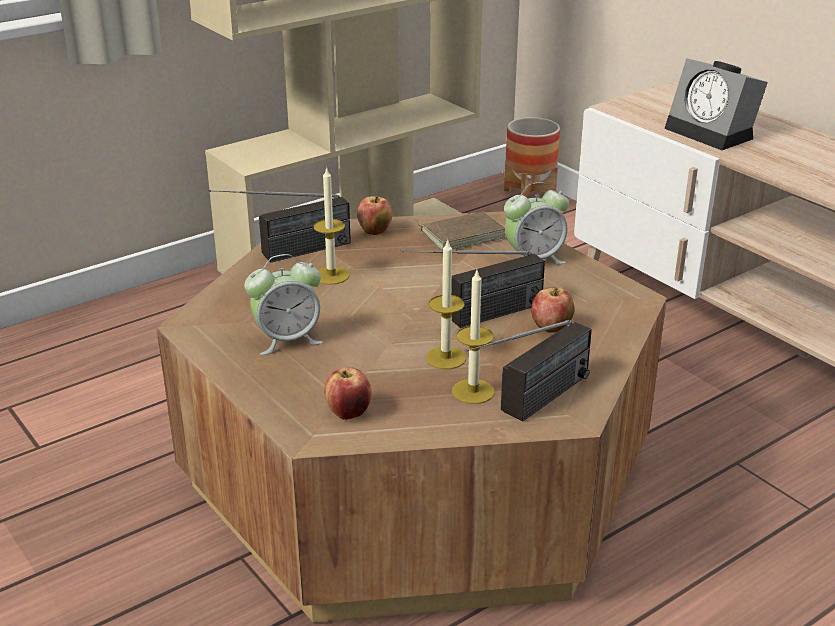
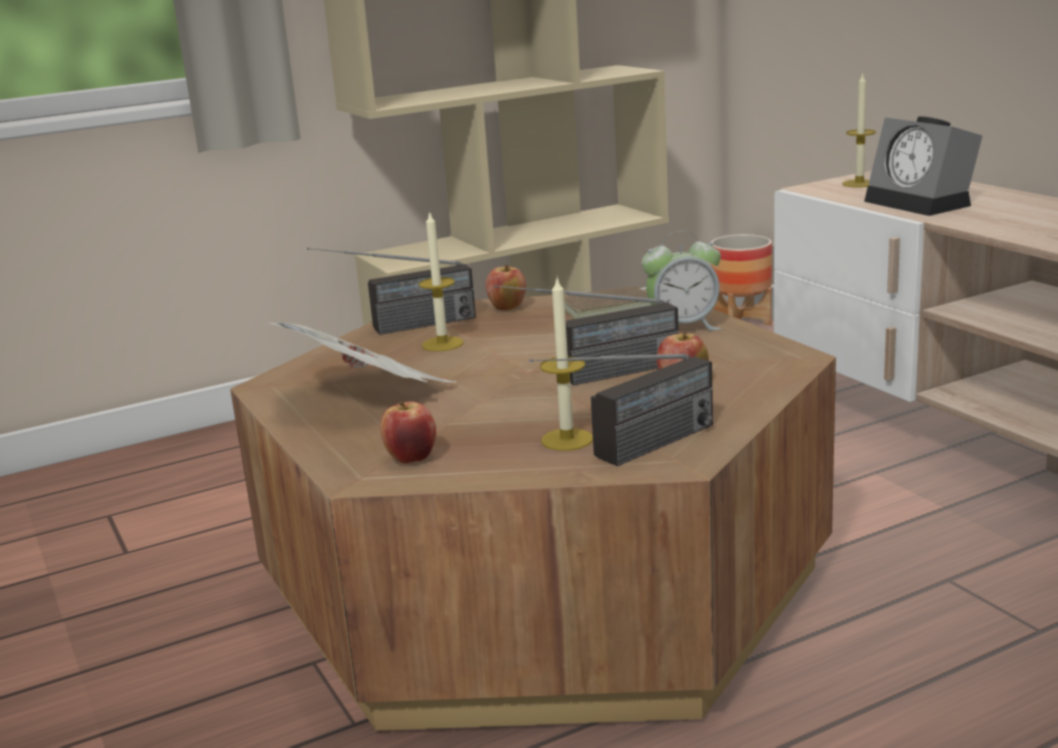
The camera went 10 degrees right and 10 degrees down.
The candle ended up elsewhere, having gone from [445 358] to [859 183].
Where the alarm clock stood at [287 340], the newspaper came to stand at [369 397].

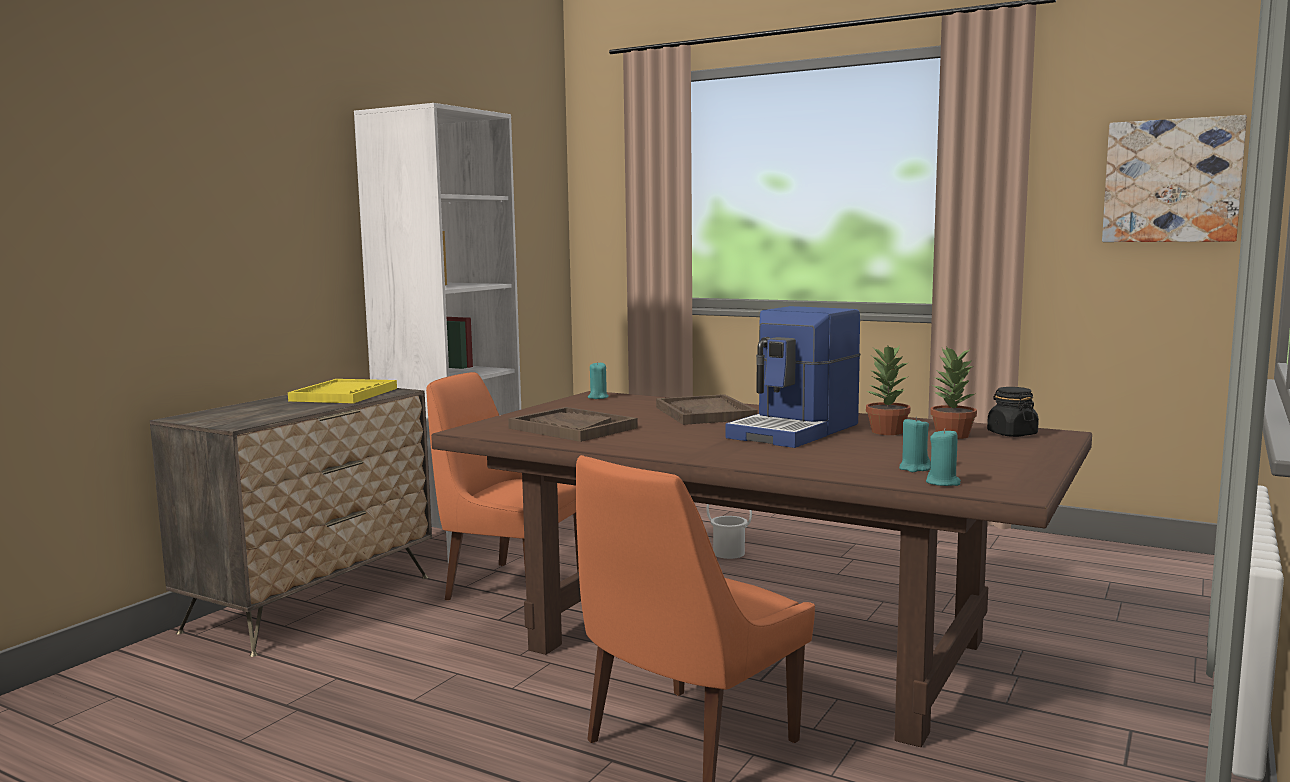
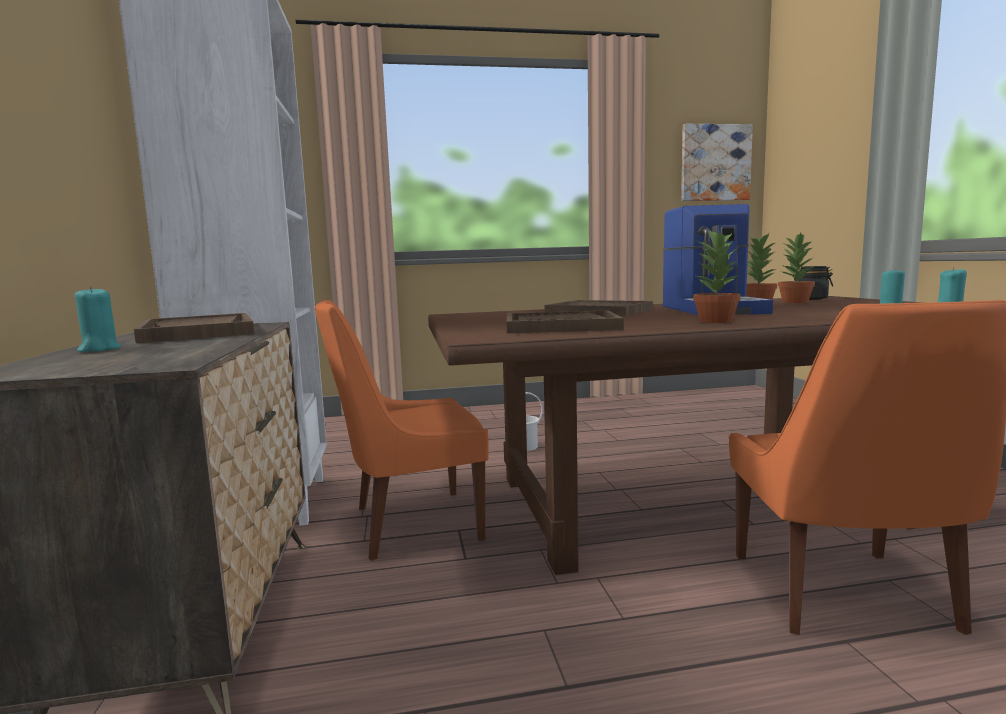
The camera went 40 degrees left and 0 degrees up.
The turquoise candle ended up elsewhere, having gone from [598 397] to [99 349].
What was the yellow tray at [344 394] turned into the brown tray at [198 332].
The second view gained the potted plant at [716 321].

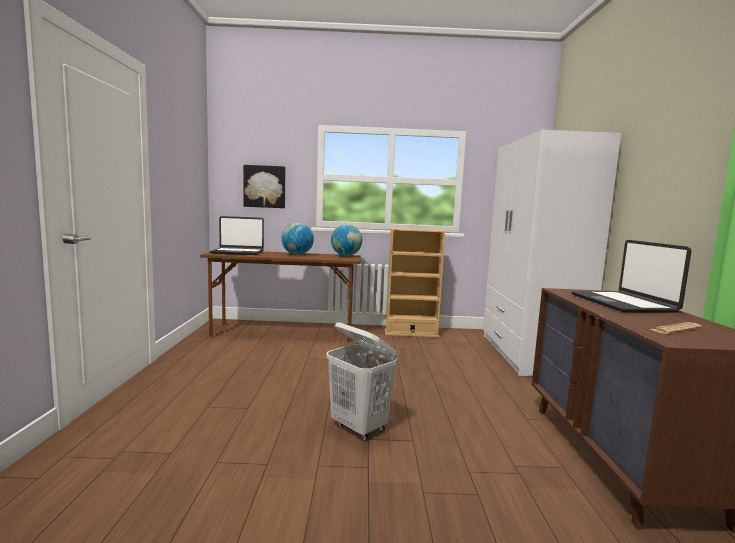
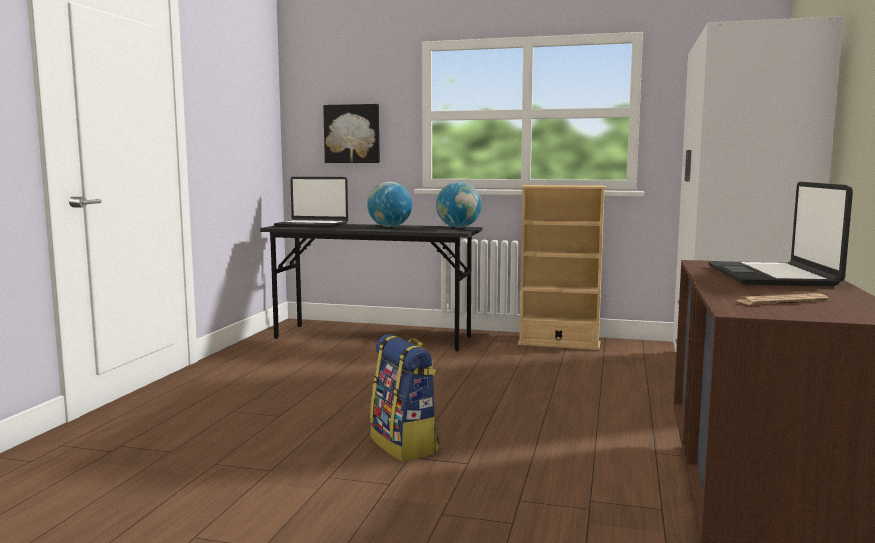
The camera went 15 degrees right and 0 degrees up.
What was the brown desk at [284 333] turned into the grey desk at [373 337].
Where the white laundry basket stood at [359 428], the backpack came to stand at [405 445].

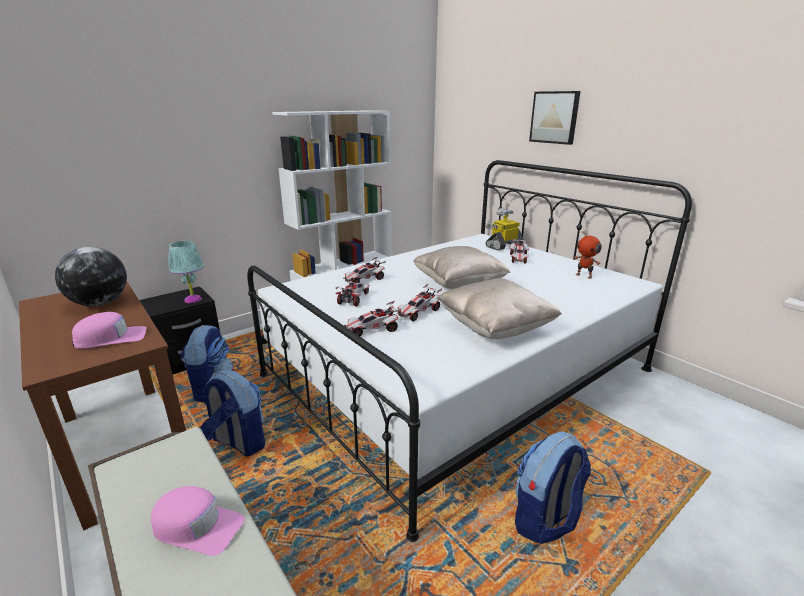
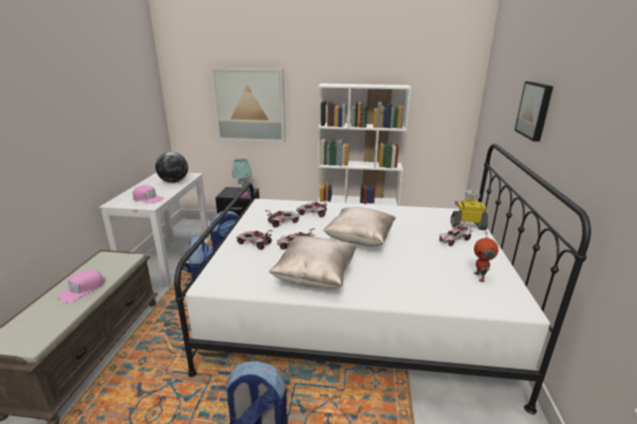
The camera went 45 degrees right and 0 degrees up.
What was the brown desk at [125 445] turned into the white desk at [169 257].
The pink cap at [197 526] ended up facing another way, 60 degrees clockwise from before.
The second view gained the picture at [249 105].

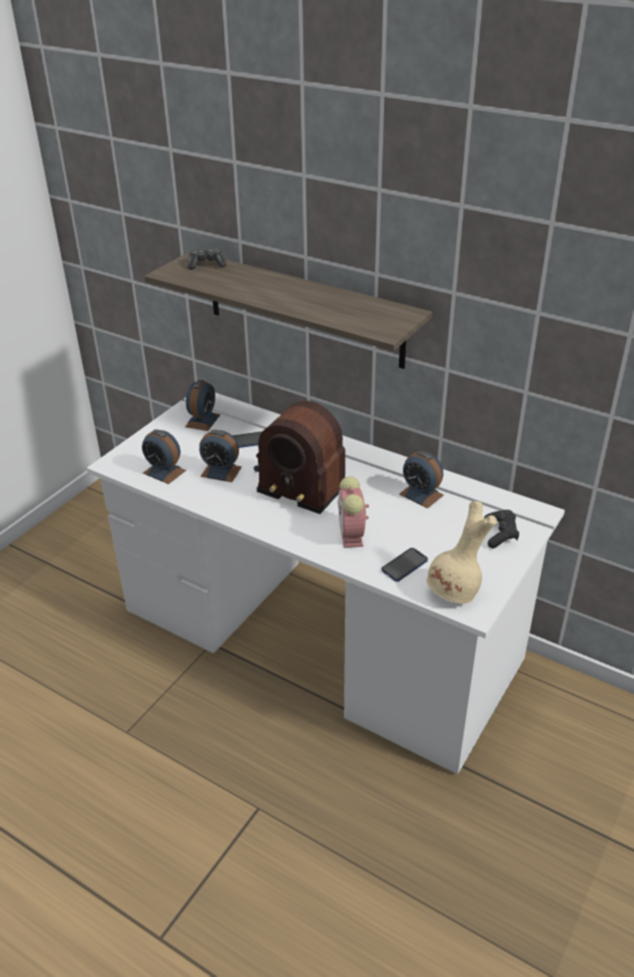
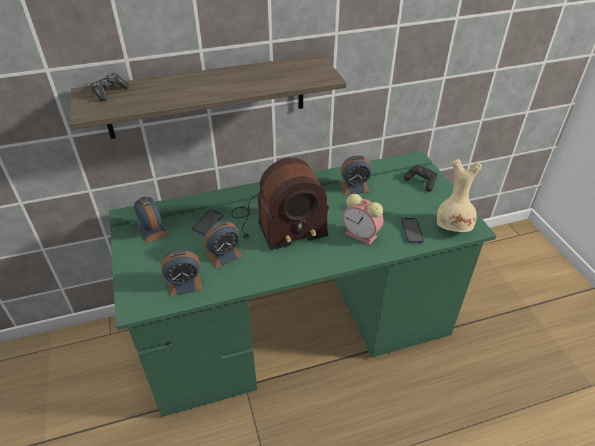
The camera went 50 degrees left and 5 degrees up.
What was the white desk at [319 635] turned into the green desk at [297 325].

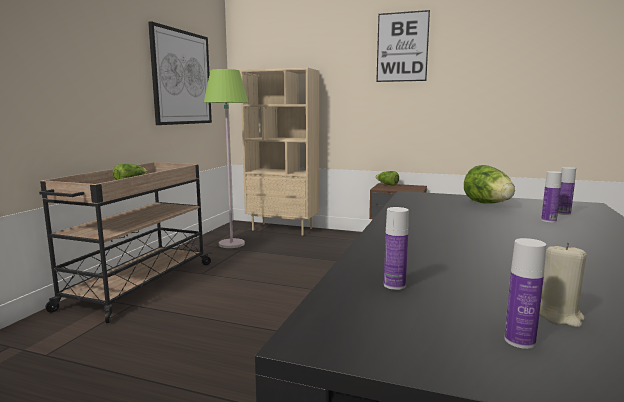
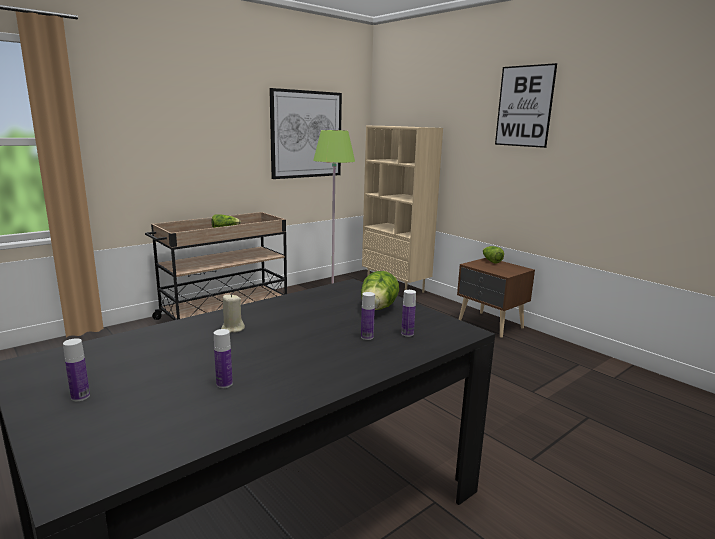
The camera went 30 degrees right and 5 degrees up.
The bottle ended up elsewhere, having gone from [394 285] to [224 384].
The beige candle ended up elsewhere, having gone from [559 316] to [232 329].

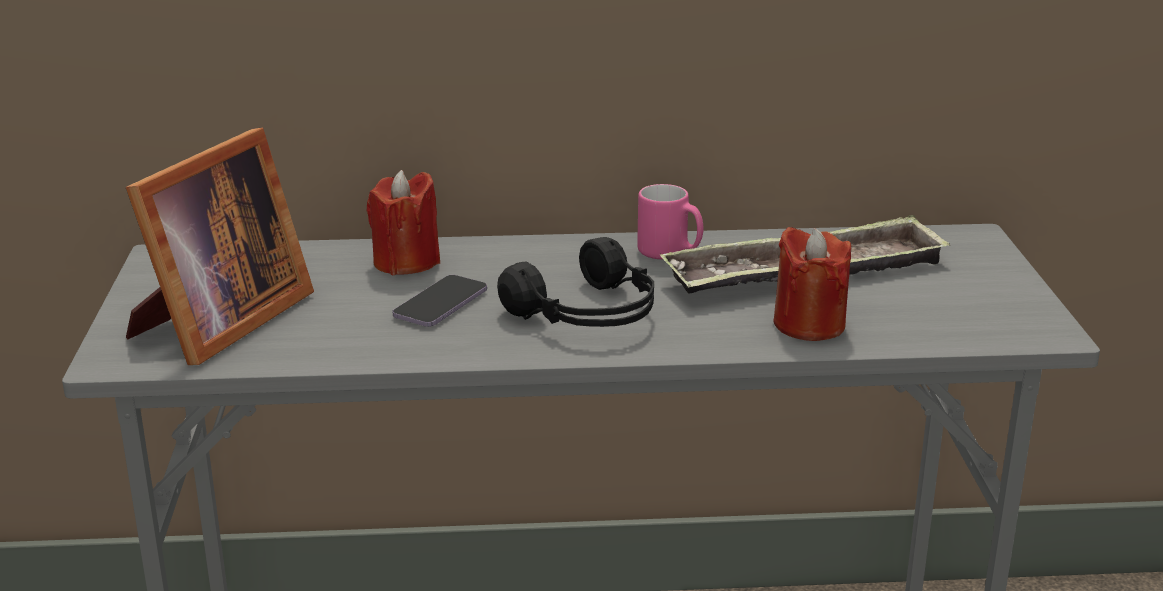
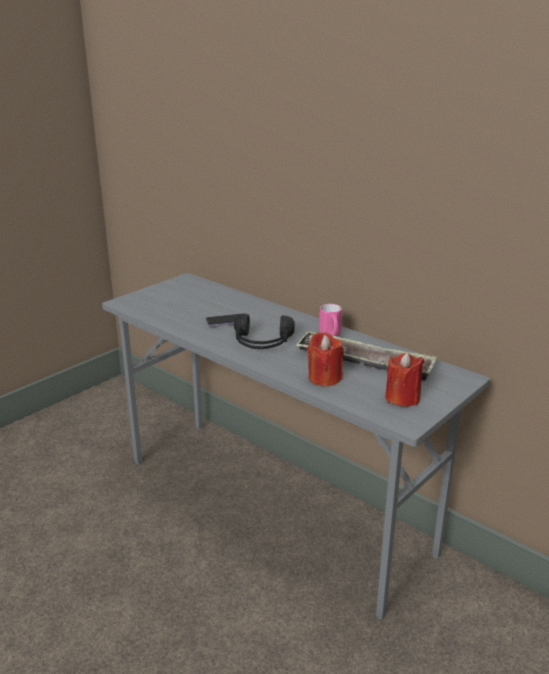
The camera went 45 degrees right and 0 degrees up.
The second view lost the picture frame at [218 323].
The red candle ended up elsewhere, having gone from [406 262] to [402 398].

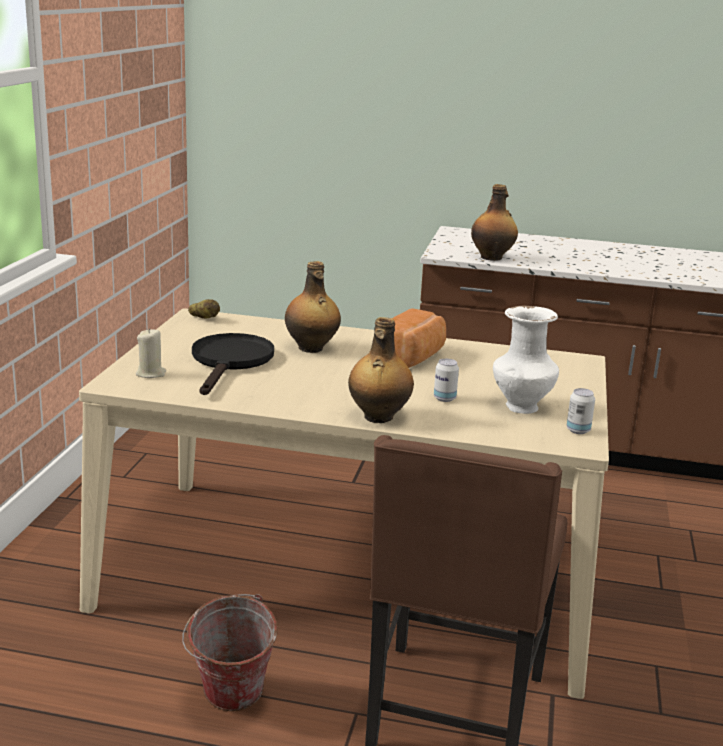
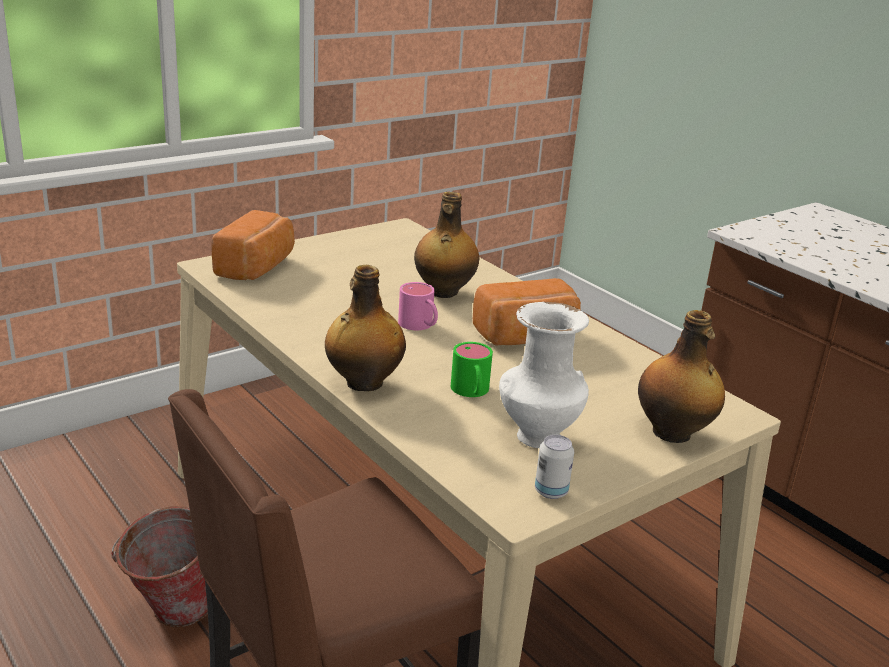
The camera went 40 degrees right and 5 degrees up.
The bottle ended up elsewhere, having gone from [492 258] to [673 433].
The second view lost the potato at [204 319].
Where the beige candle stood at [151 374], the bread came to stand at [257 267].
The second view lost the black frying pan at [230 362].
Where the can stood at [444 398], the green mug came to stand at [471 392].
The second view gained the pink mug at [420 326].

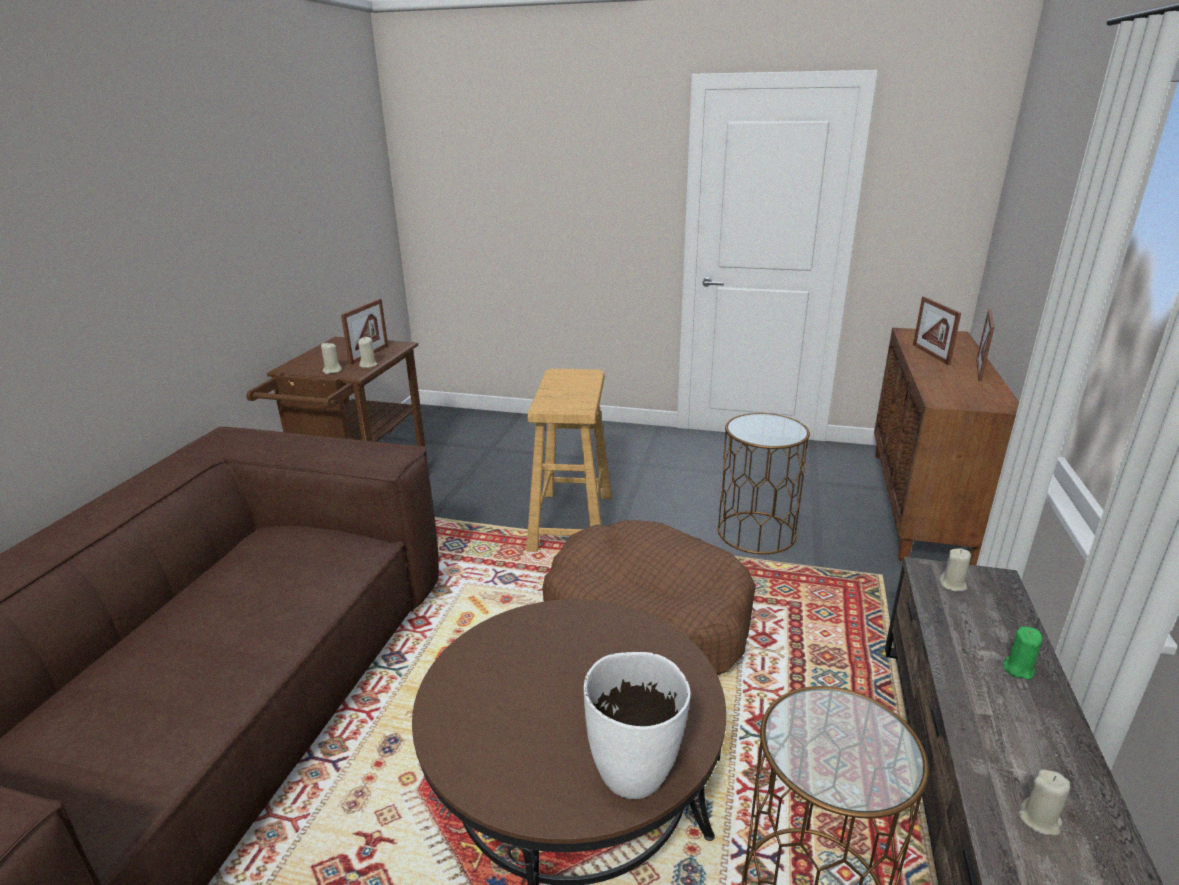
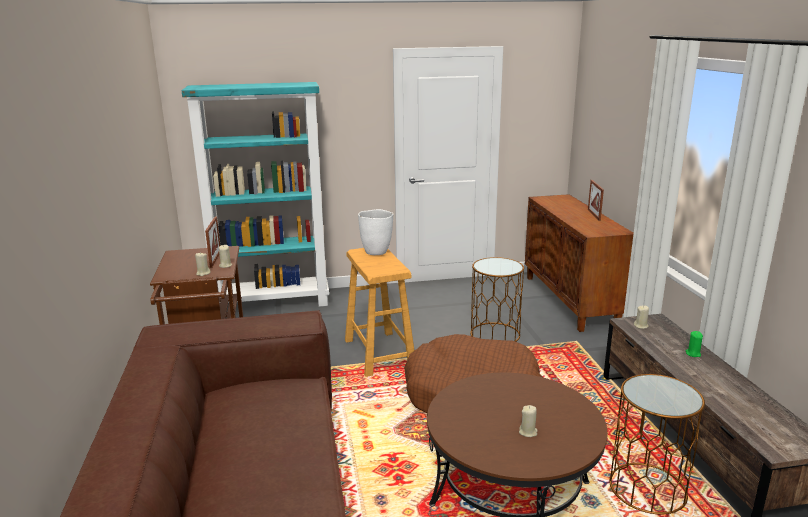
The camera went 25 degrees left and 5 degrees down.
The second view lost the picture frame at [930 354].
The white vase ended up elsewhere, having gone from [634 773] to [376 252].
The beige candle ended up elsewhere, having gone from [1039 820] to [528 432].
The second view gained the turquoise bookcase at [273 302].

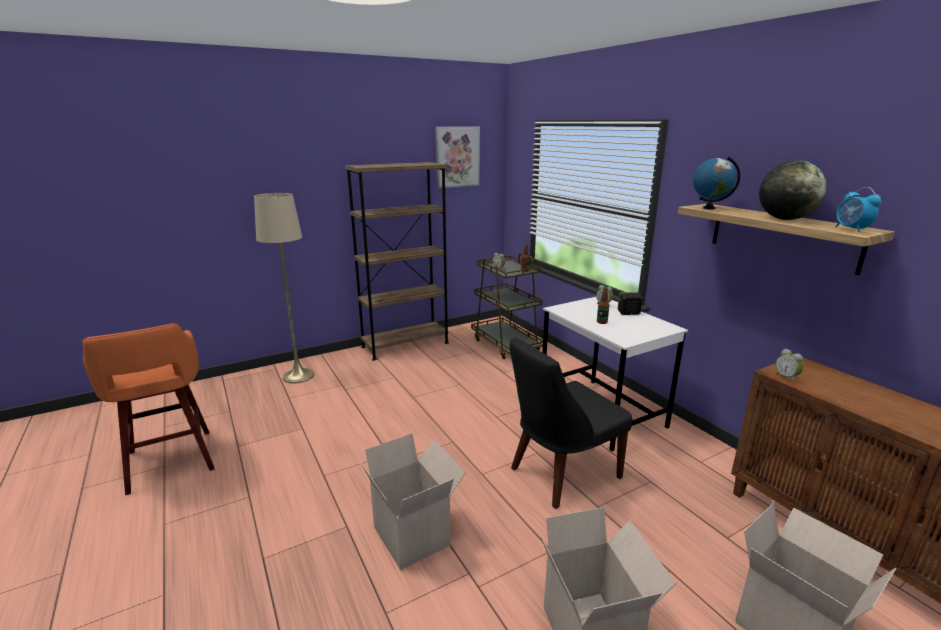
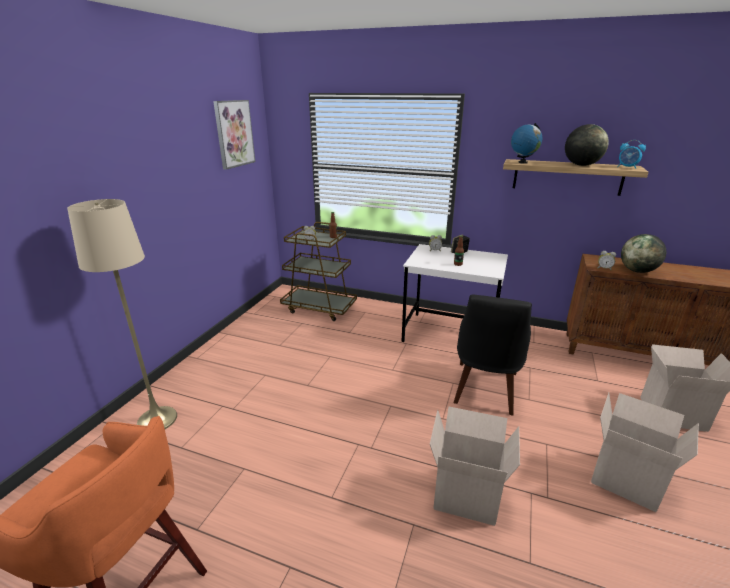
The camera went 40 degrees left and 5 degrees up.
The second view lost the brown bookcase at [405 345].
The second view gained the globe at [637 271].

